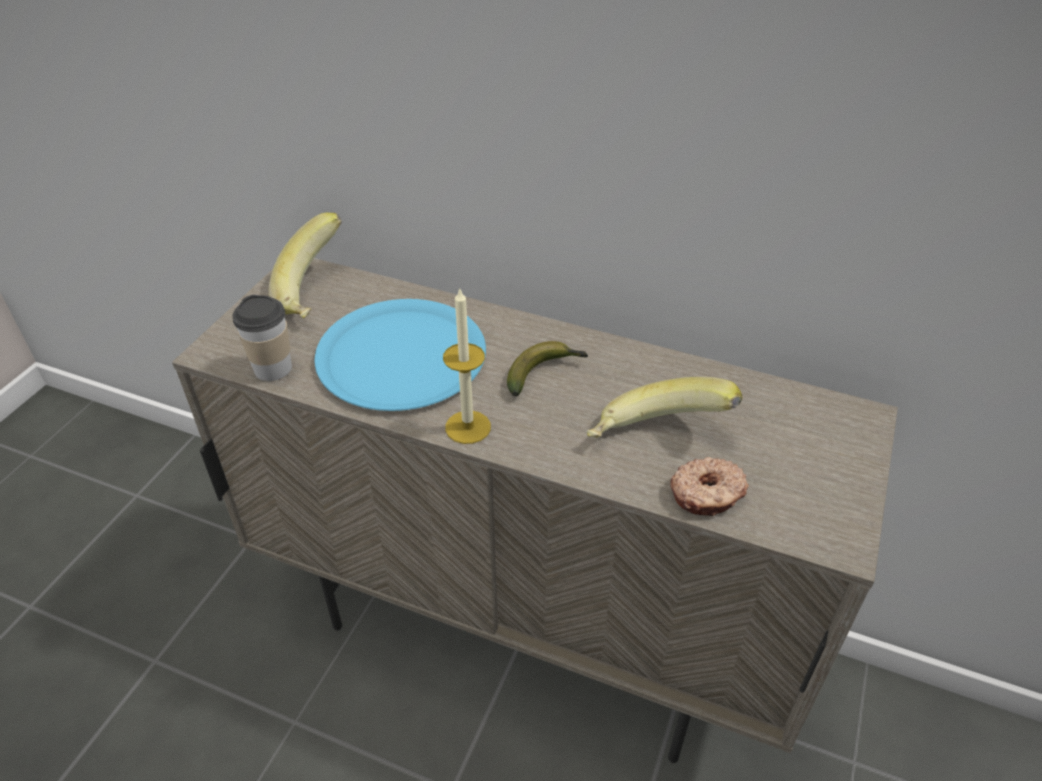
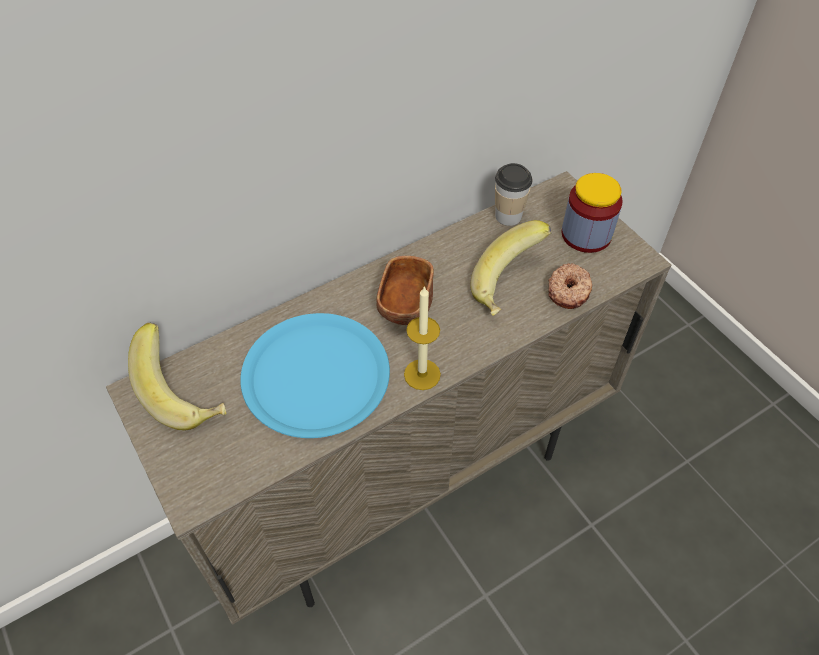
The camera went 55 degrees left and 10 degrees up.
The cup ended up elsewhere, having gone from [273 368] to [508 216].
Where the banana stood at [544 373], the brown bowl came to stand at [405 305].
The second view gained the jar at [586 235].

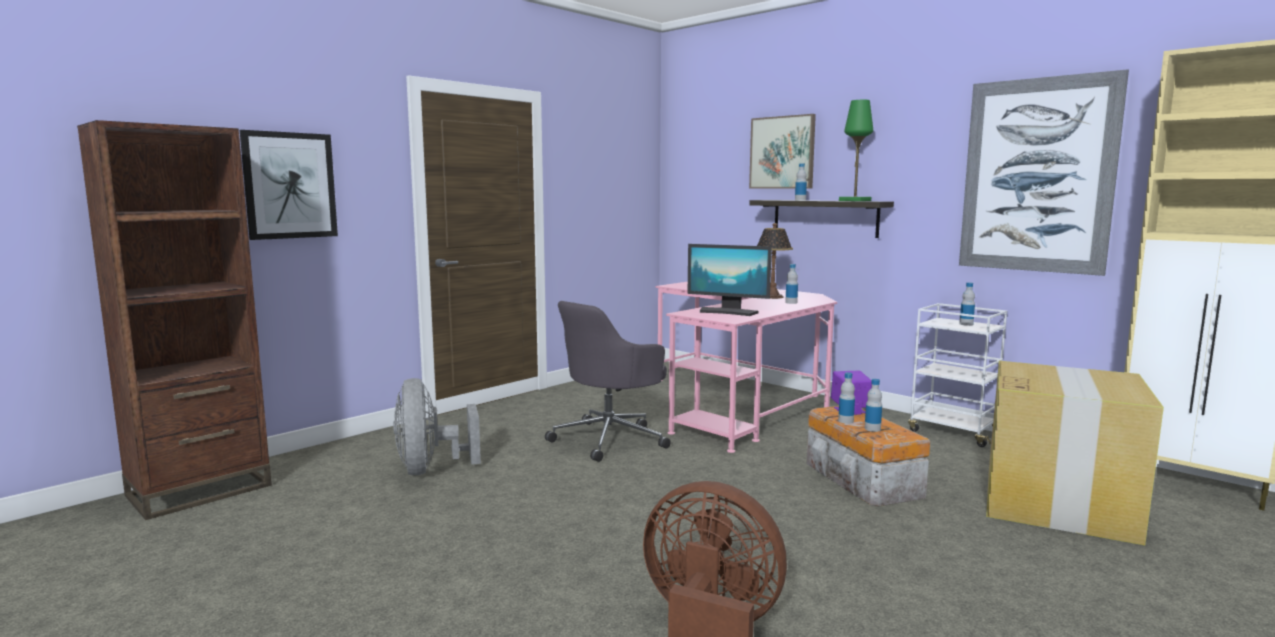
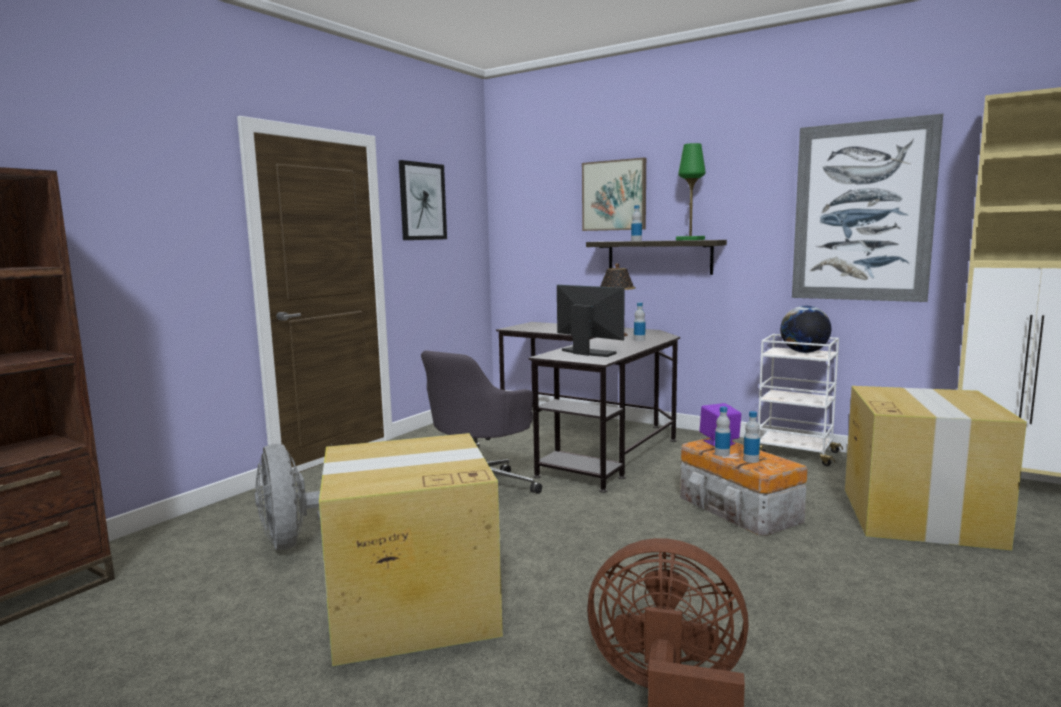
The camera went 10 degrees left and 0 degrees up.
The picture ended up elsewhere, having gone from [290 185] to [422 201].
The monitor at [728 312] ended up facing another way, 150 degrees counterclockwise from before.
What was the pink desk at [741 403] turned into the black desk at [591 439].
Where the bottle stood at [966 324], the globe came to stand at [804 352].
The second view gained the cardboard box at [410 606].

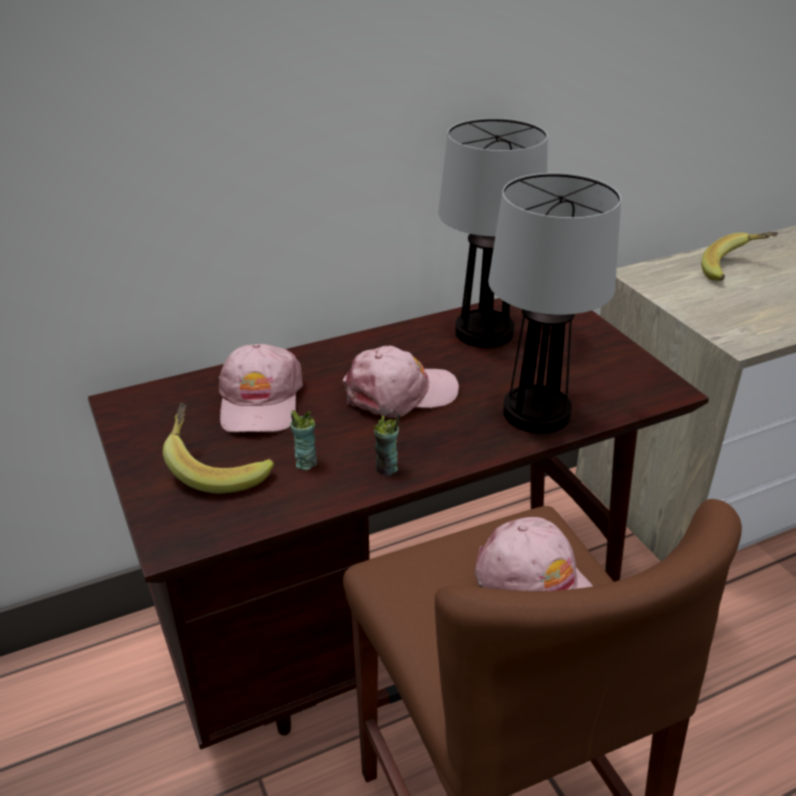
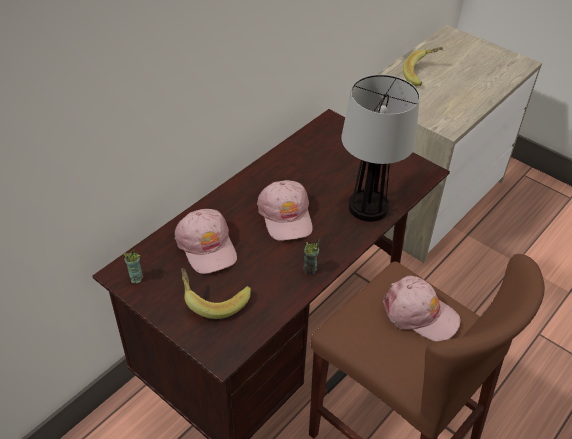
The camera went 25 degrees left and 10 degrees up.
The second view lost the table lamp at [483 331].
The pink cap at [400 393] ended up facing another way, 120 degrees clockwise from before.
The cup ended up elsewhere, having gone from [305 463] to [136 278].

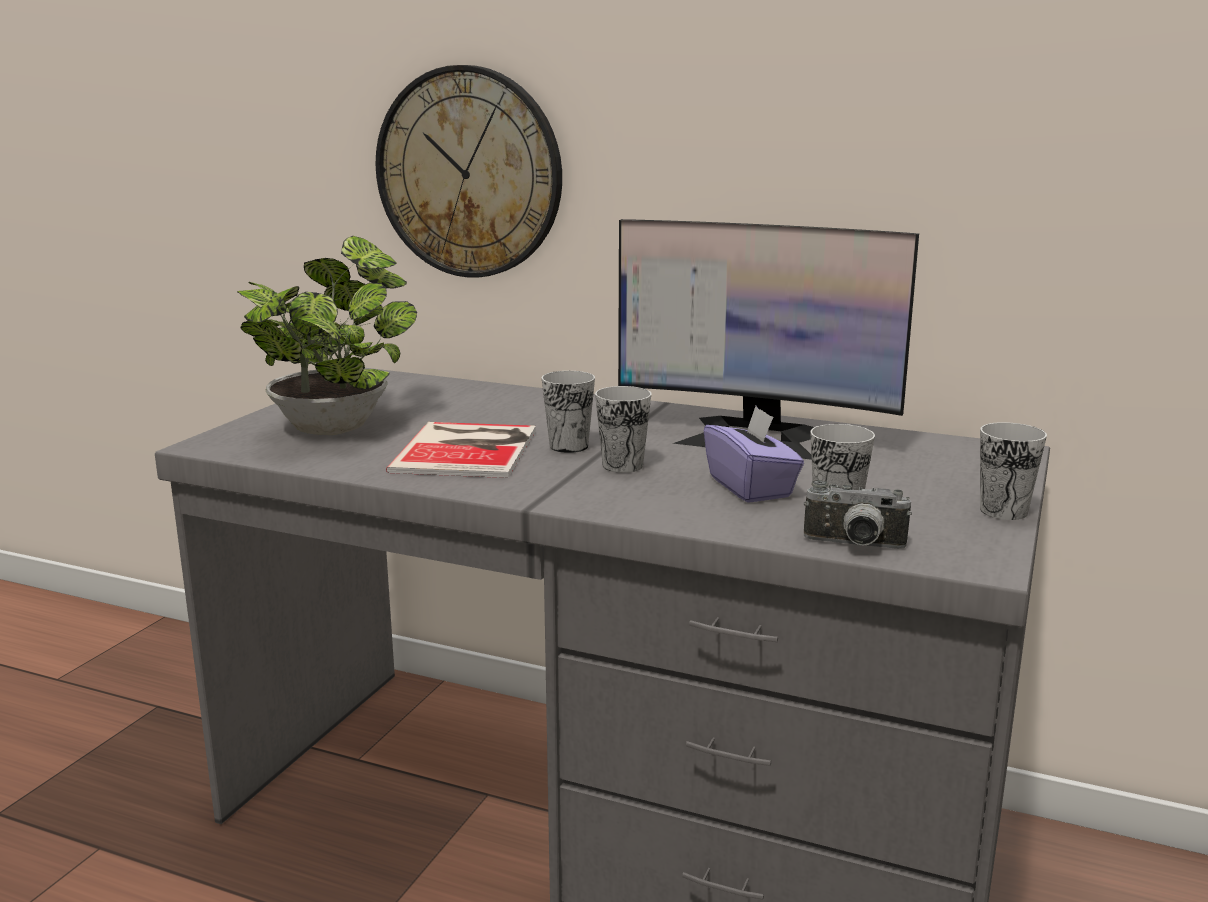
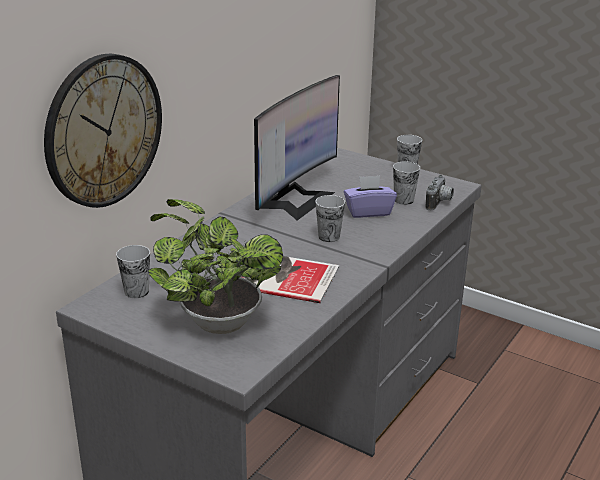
The camera went 80 degrees left and 10 degrees up.
The cup ended up elsewhere, having gone from [569 446] to [136 291].

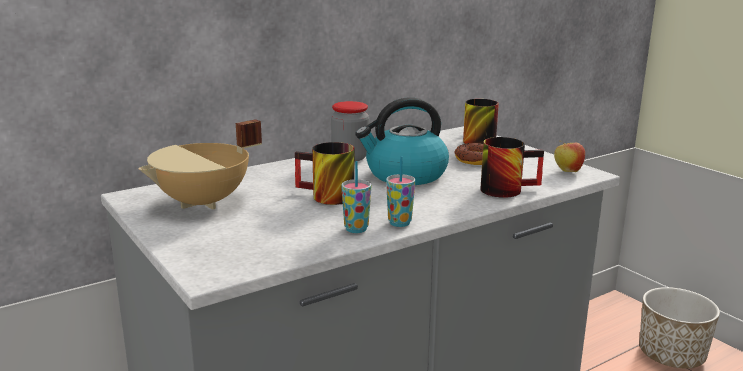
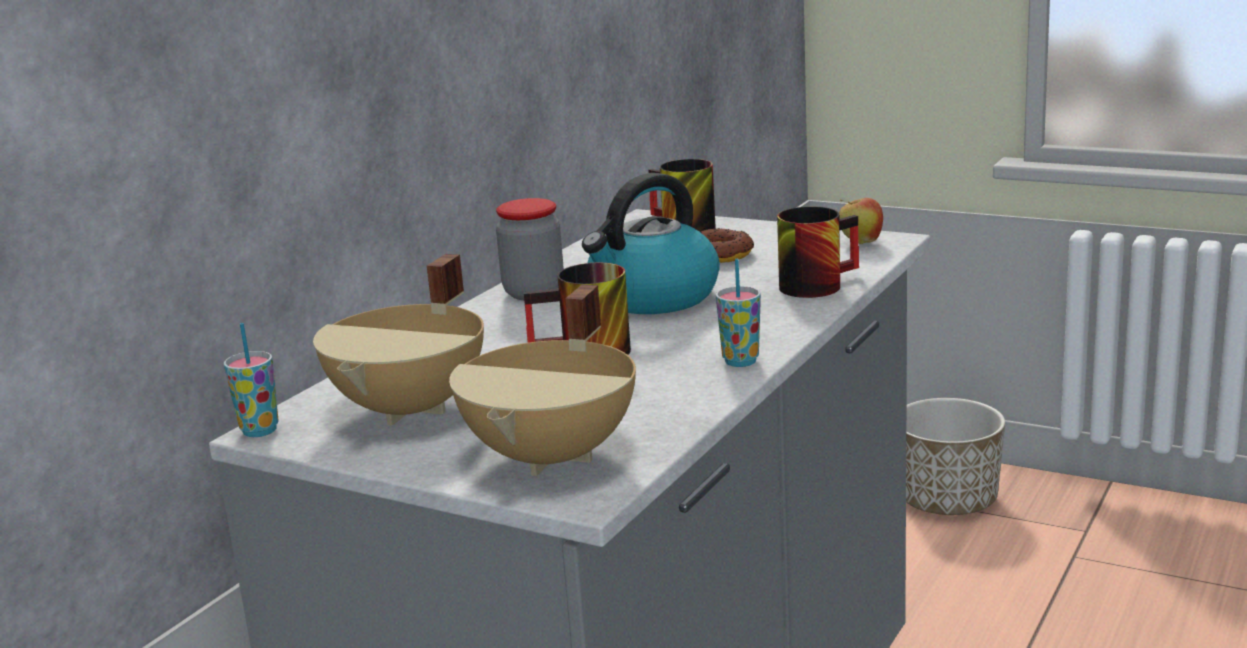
The camera went 25 degrees left and 0 degrees up.
The cup ended up elsewhere, having gone from [356 229] to [259 431].
The second view gained the beige cooking pot at [555 457].

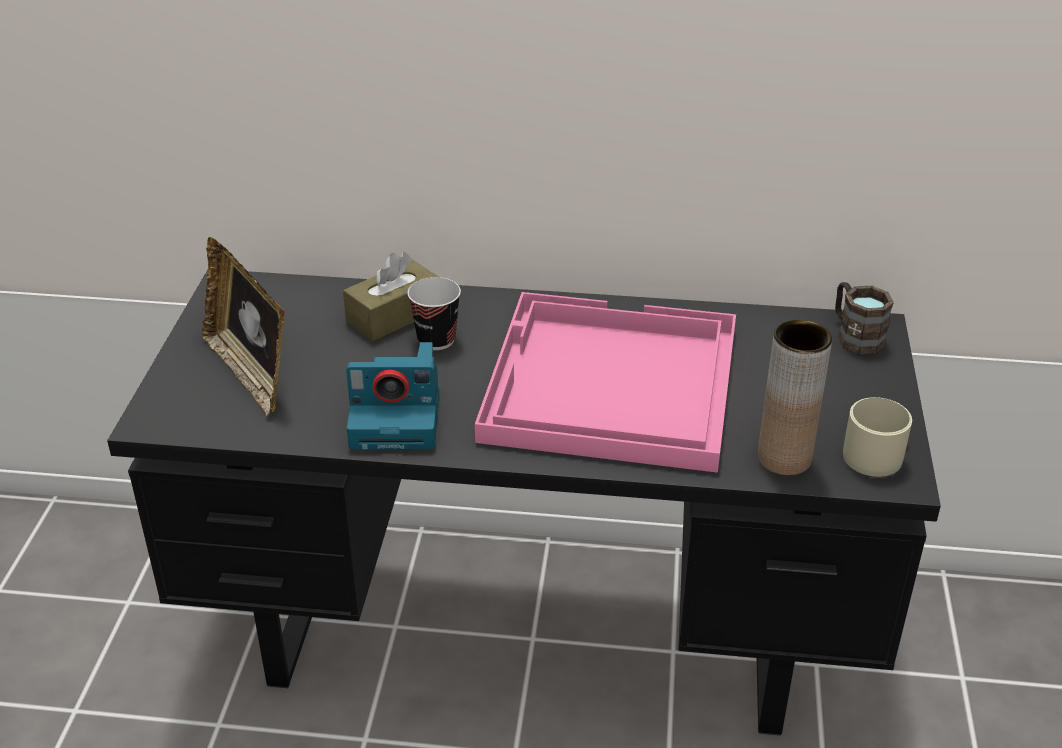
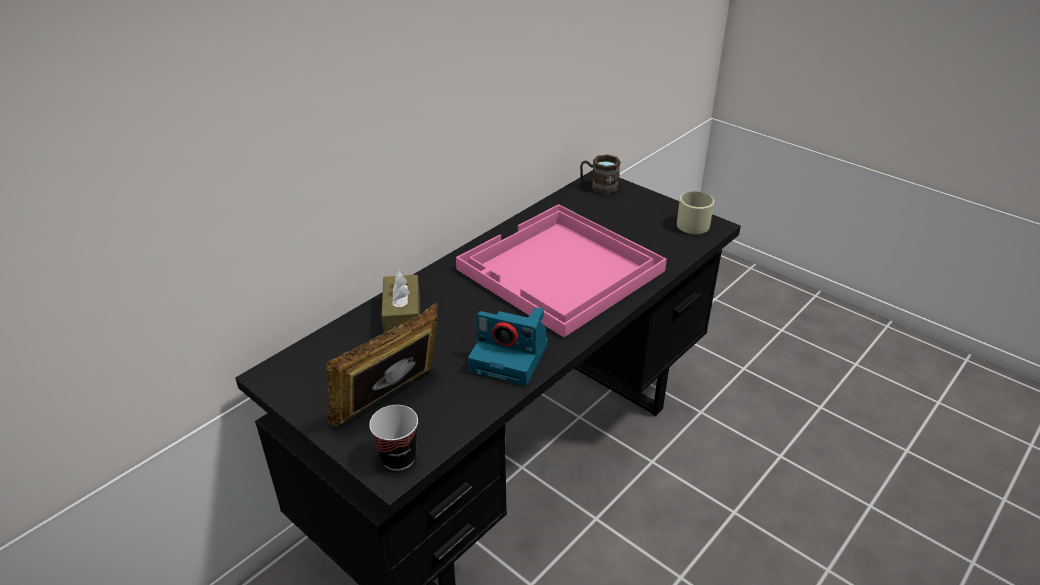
The camera went 55 degrees left and 0 degrees up.
The picture frame at [251 372] ended up facing another way, 135 degrees clockwise from before.
The cup ended up elsewhere, having gone from [436 340] to [398 458].
The second view lost the brown vase at [784 459].
The photo camera at [398 419] ended up facing another way, 75 degrees clockwise from before.

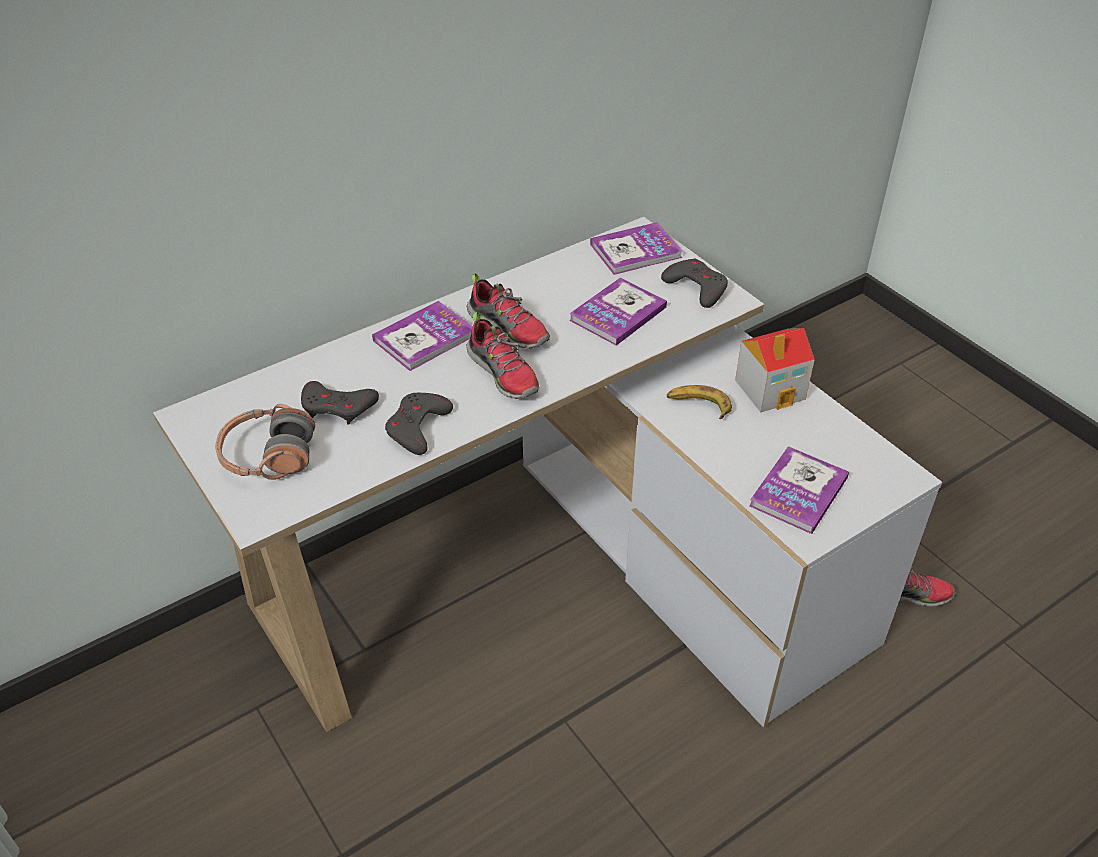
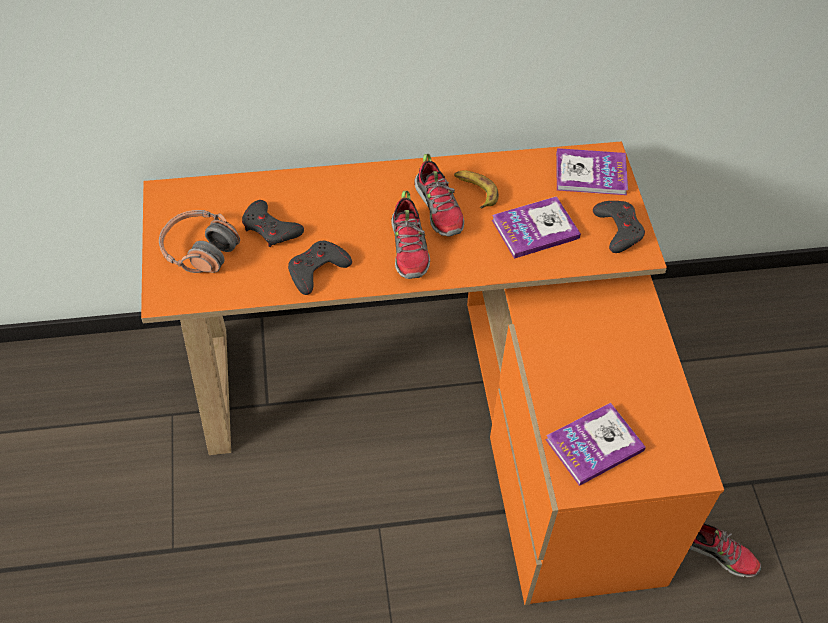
The camera went 25 degrees right and 10 degrees up.
What was the white desk at [560 572] turned into the orange desk at [445 407].
The second view lost the book at [424 338].
The second view lost the toy house at [771 389].
The banana ended up elsewhere, having gone from [698 405] to [475 191].

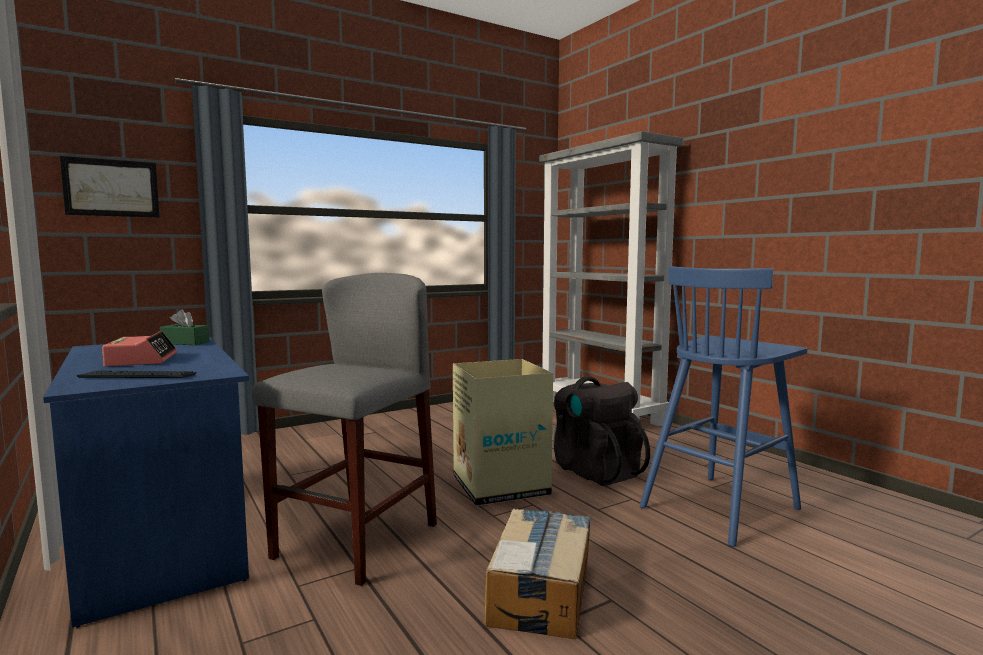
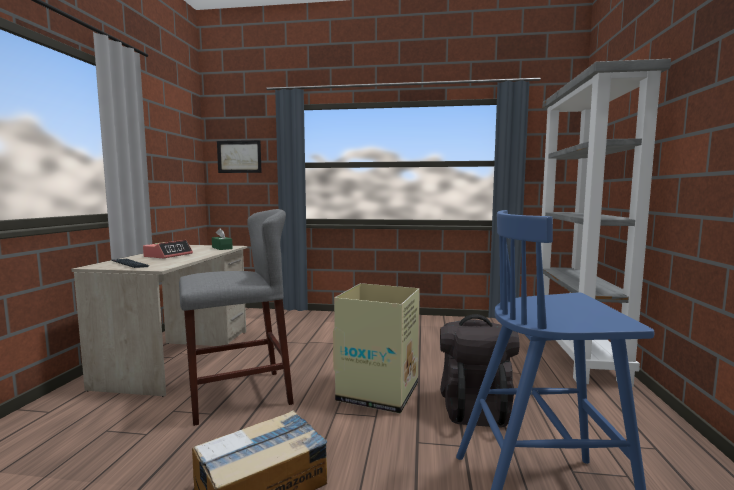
The camera went 40 degrees right and 0 degrees up.
What was the blue desk at [159 535] turned into the beige desk at [180 357].

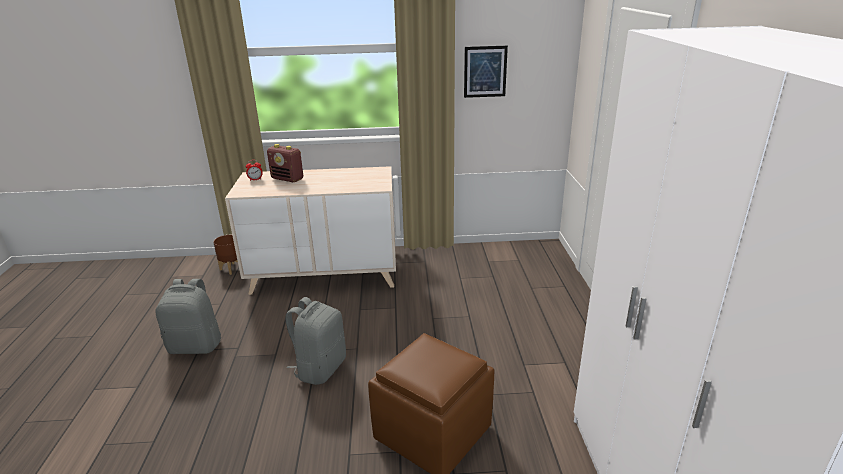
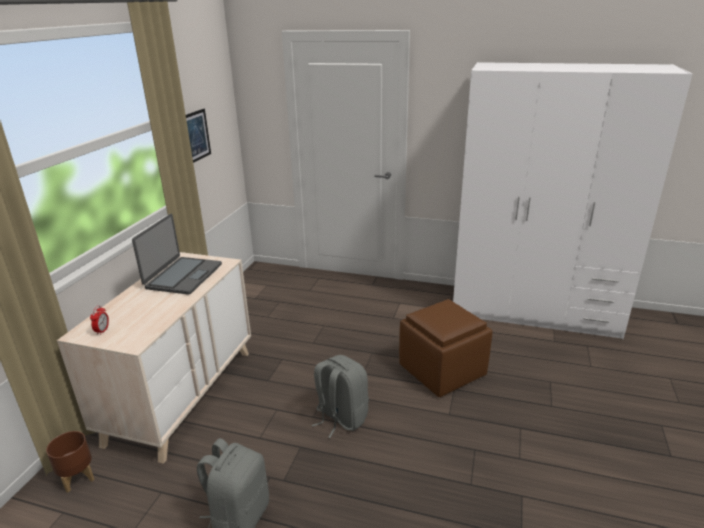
The camera went 70 degrees left and 0 degrees up.
The second view lost the radio at [287 179].
The second view gained the laptop at [183 276].

